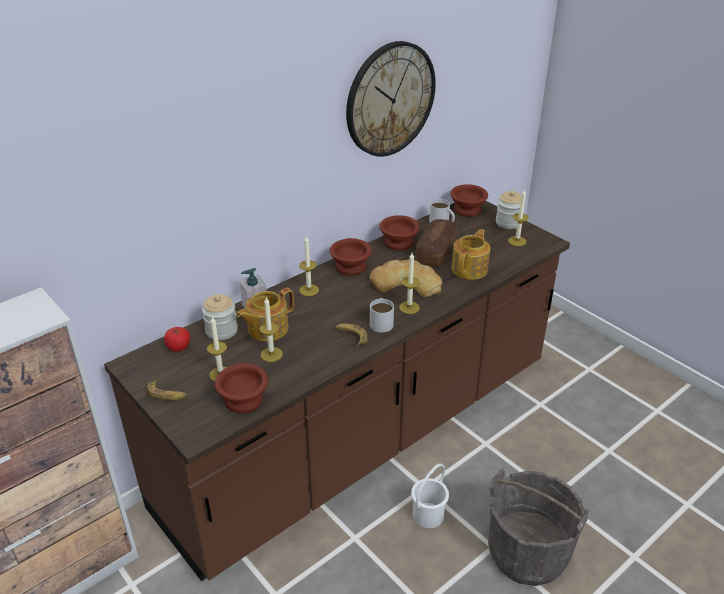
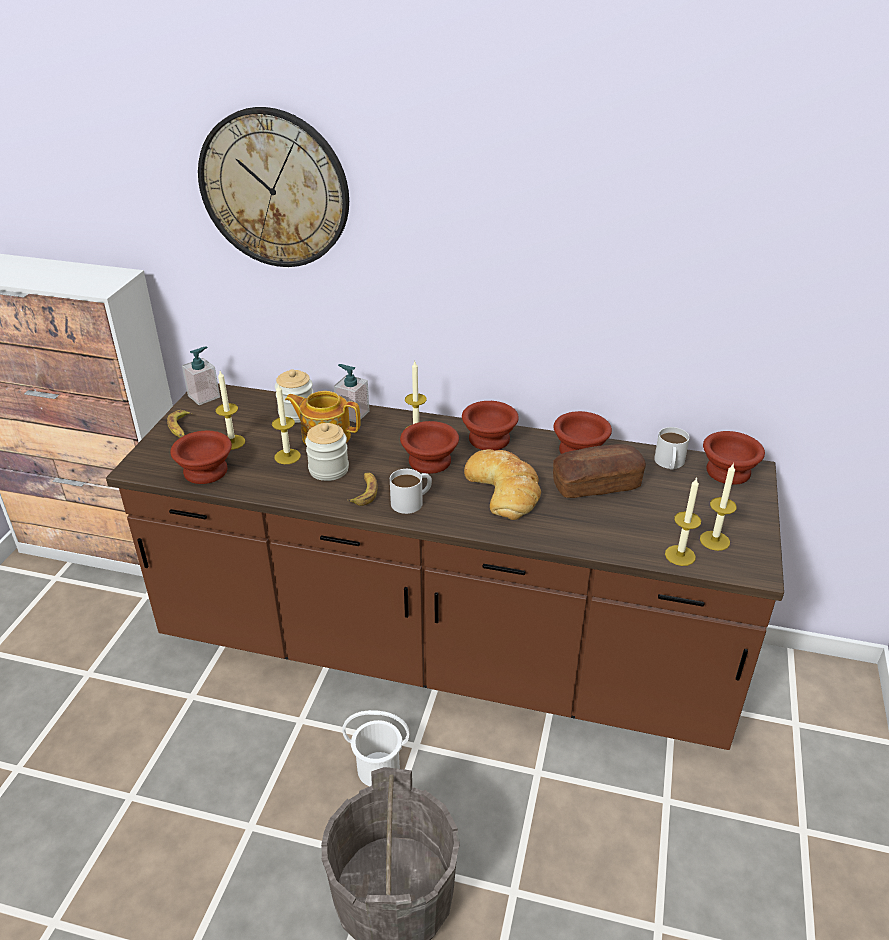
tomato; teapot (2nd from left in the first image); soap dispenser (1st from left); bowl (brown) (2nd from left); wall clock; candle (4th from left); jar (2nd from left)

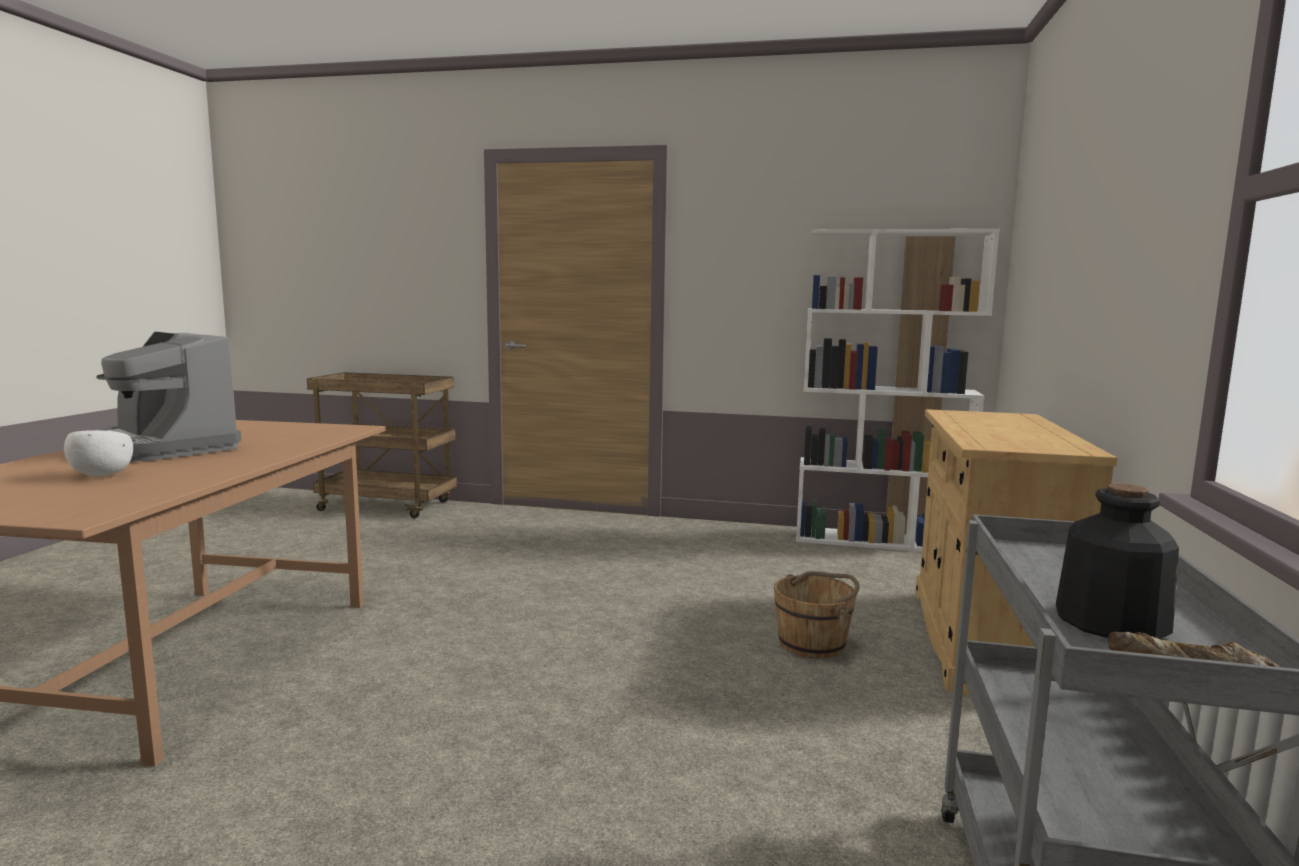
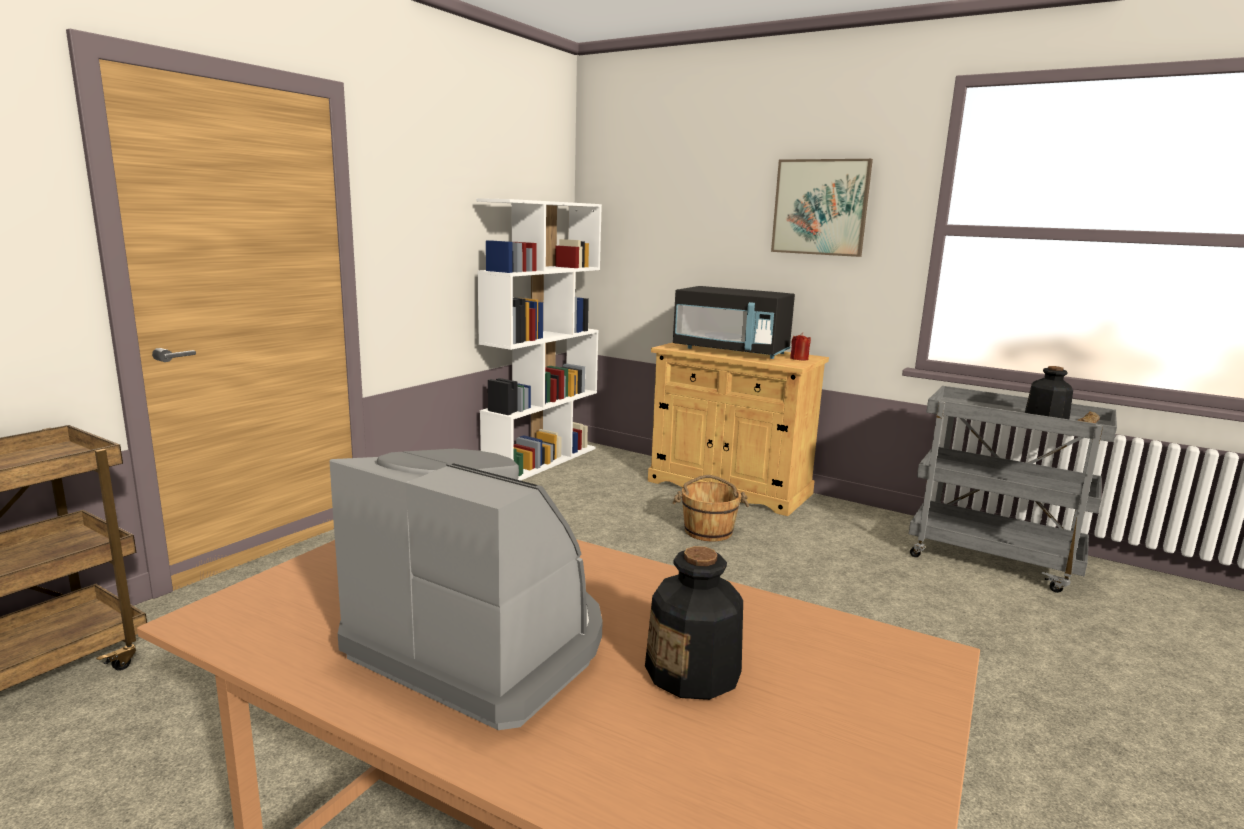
microwave (black); picture; candle (red); bottle (1st from left); coffee machine

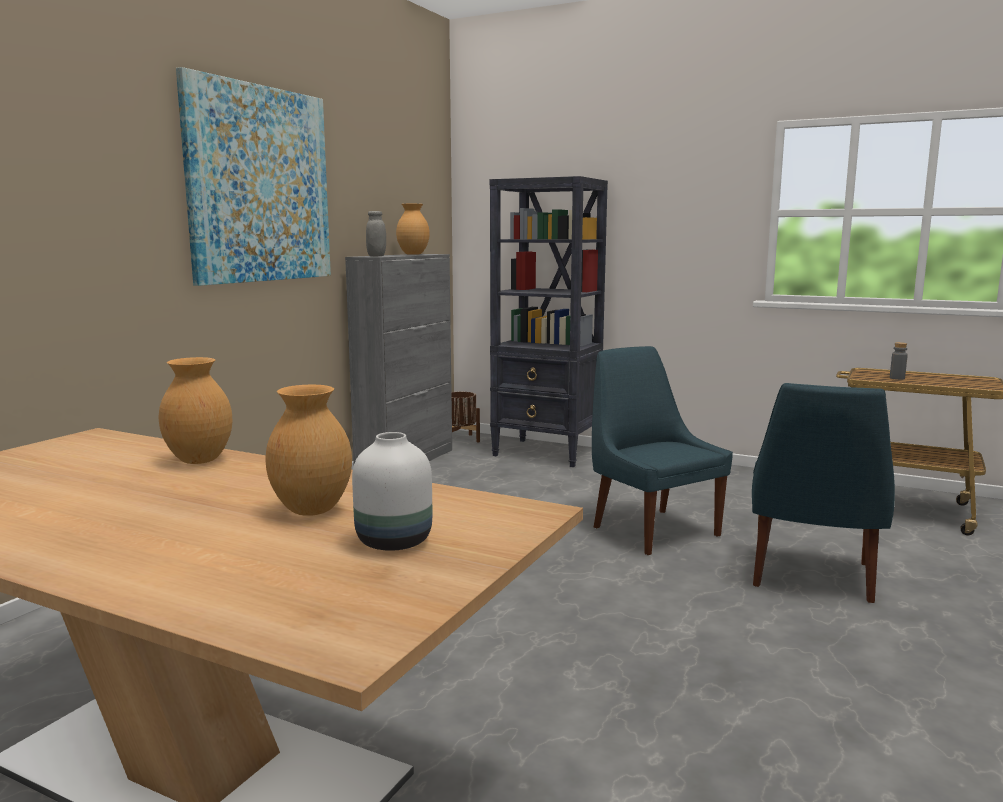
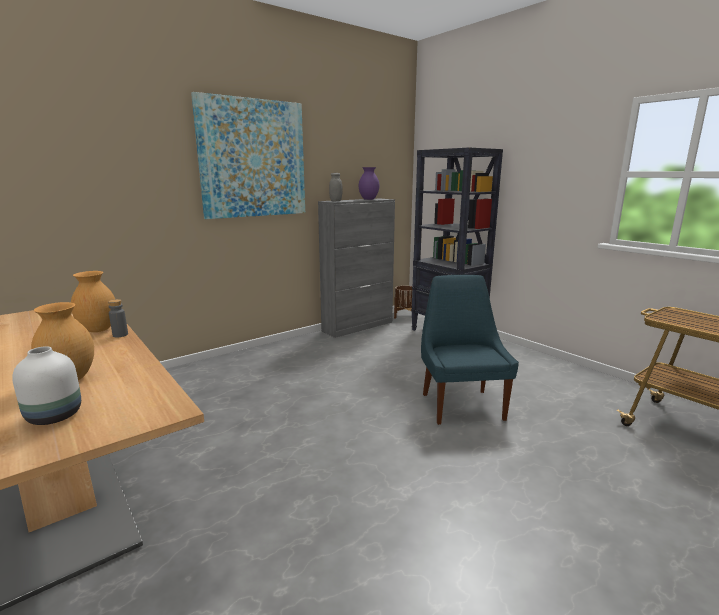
chair (blue) (2nd from left in the first image); bottle (grey); vase (purple)

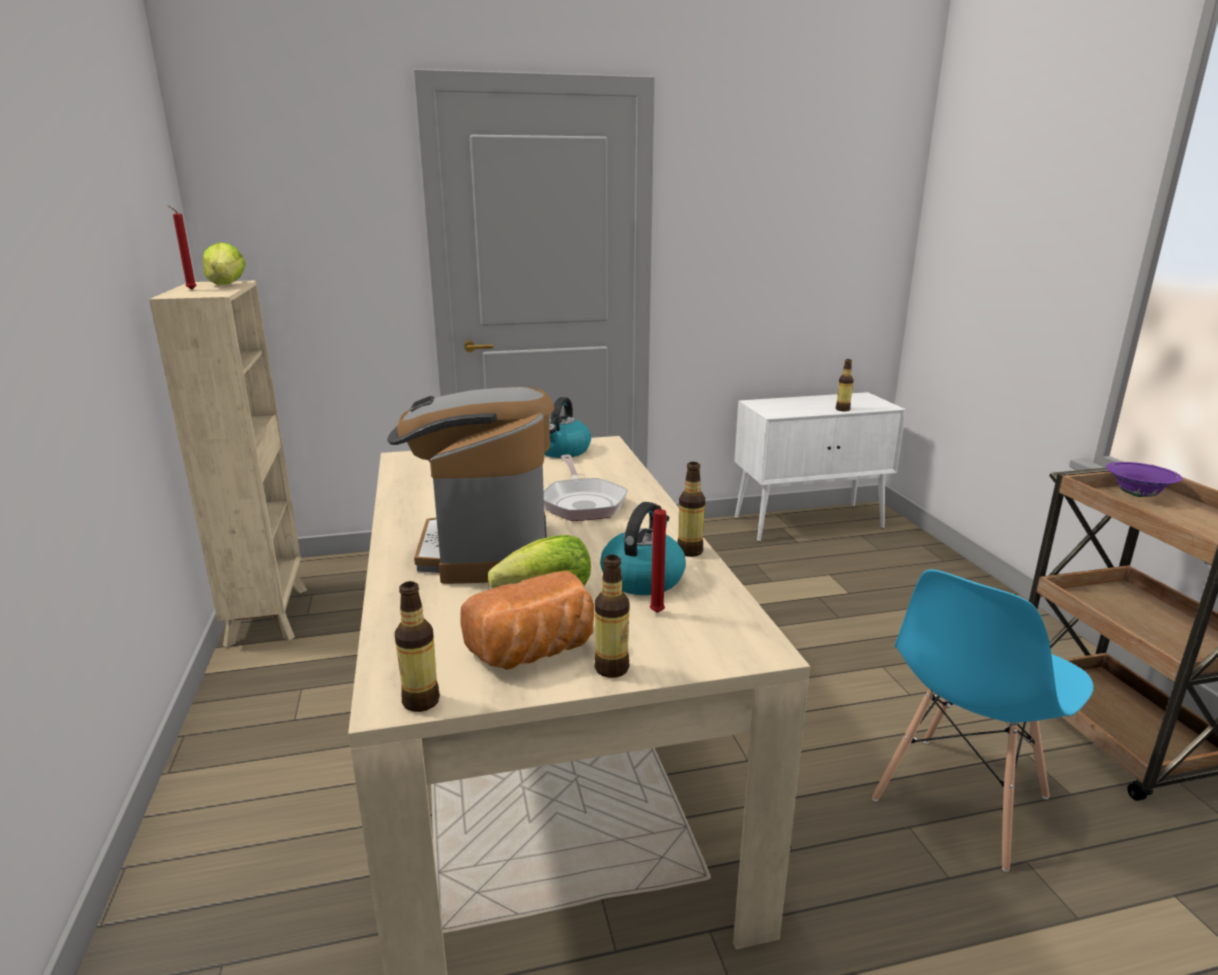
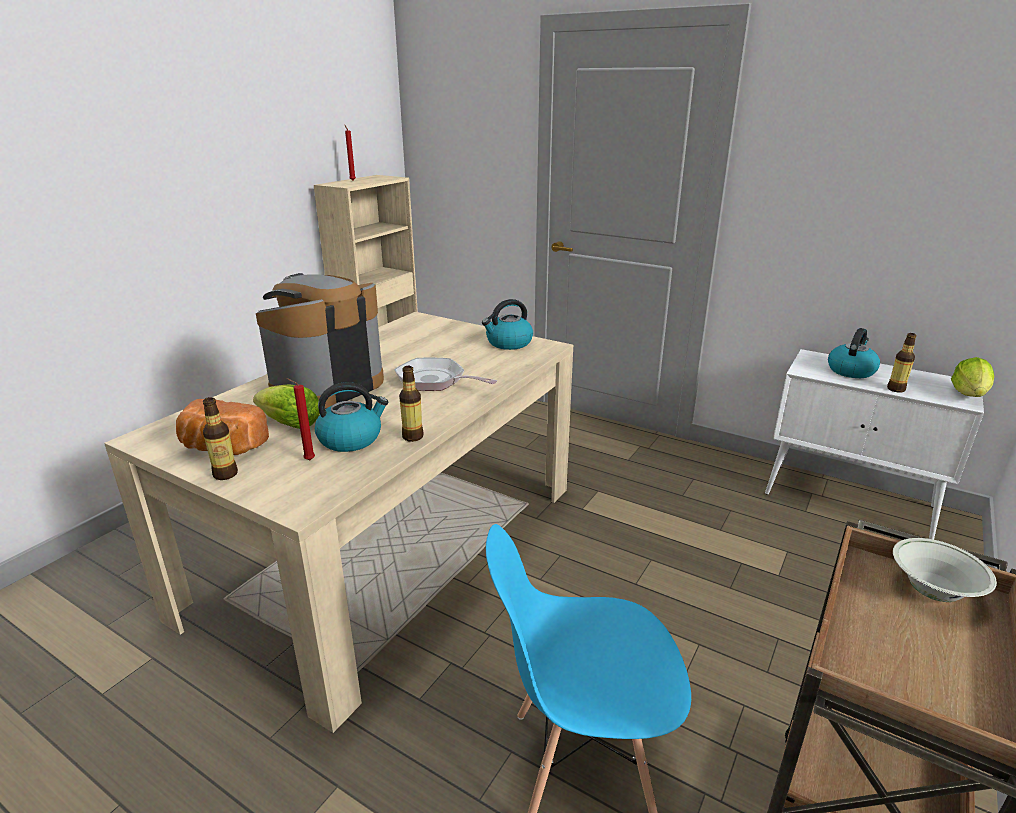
bottle (1st from left in the first image); kettle (3rd from left); lettuce (2nd from left); bowl (white); frying pan

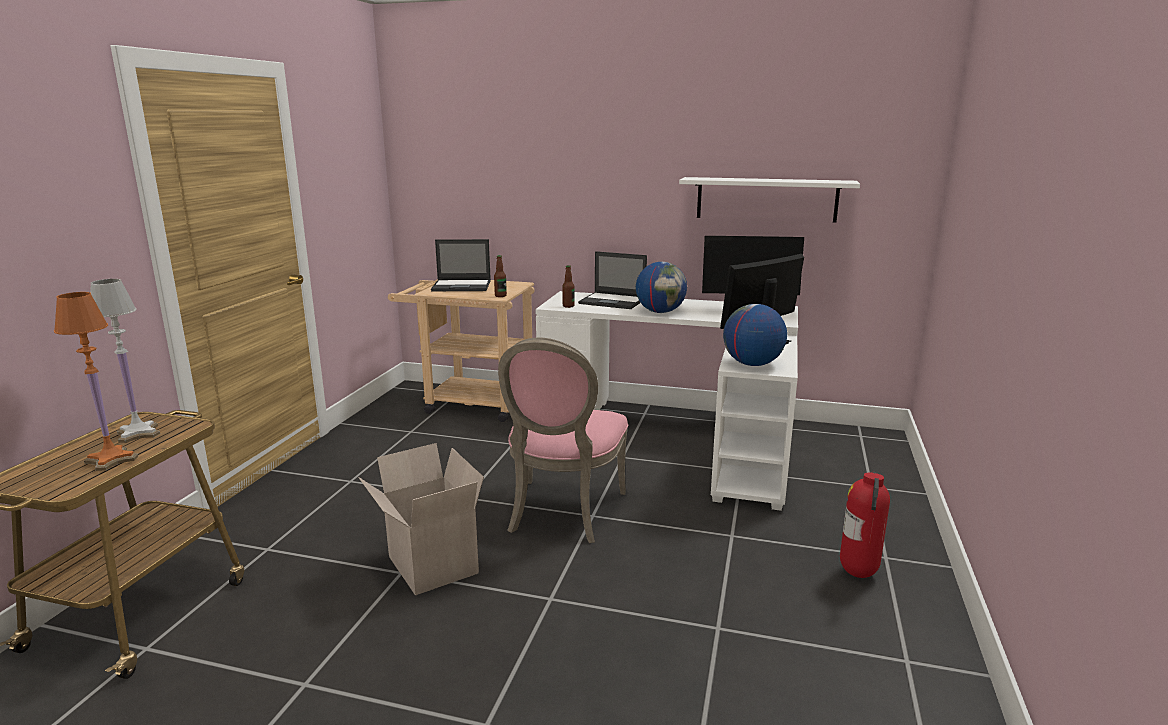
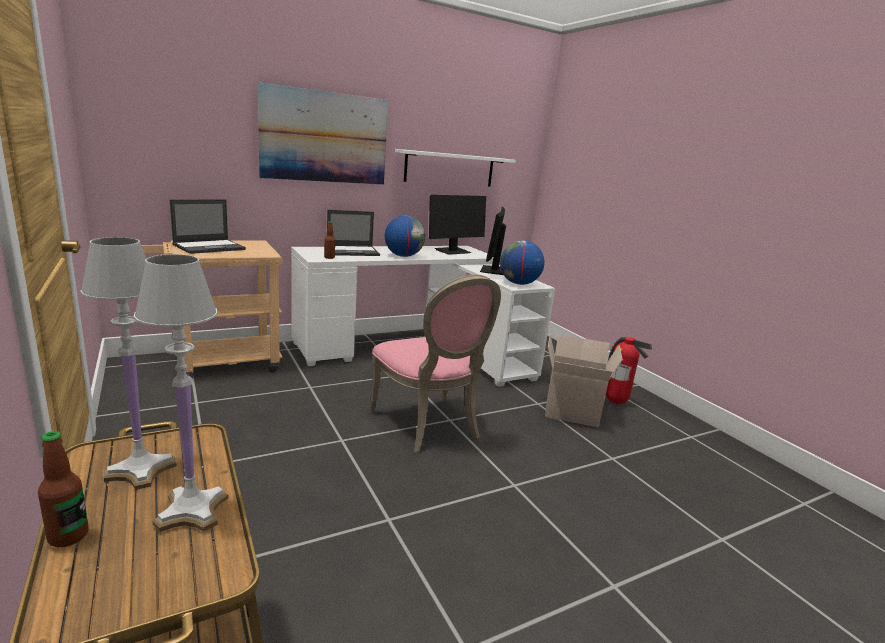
picture; cardboard box; bottle (1st from left); table lamp (white) (2nd from left)

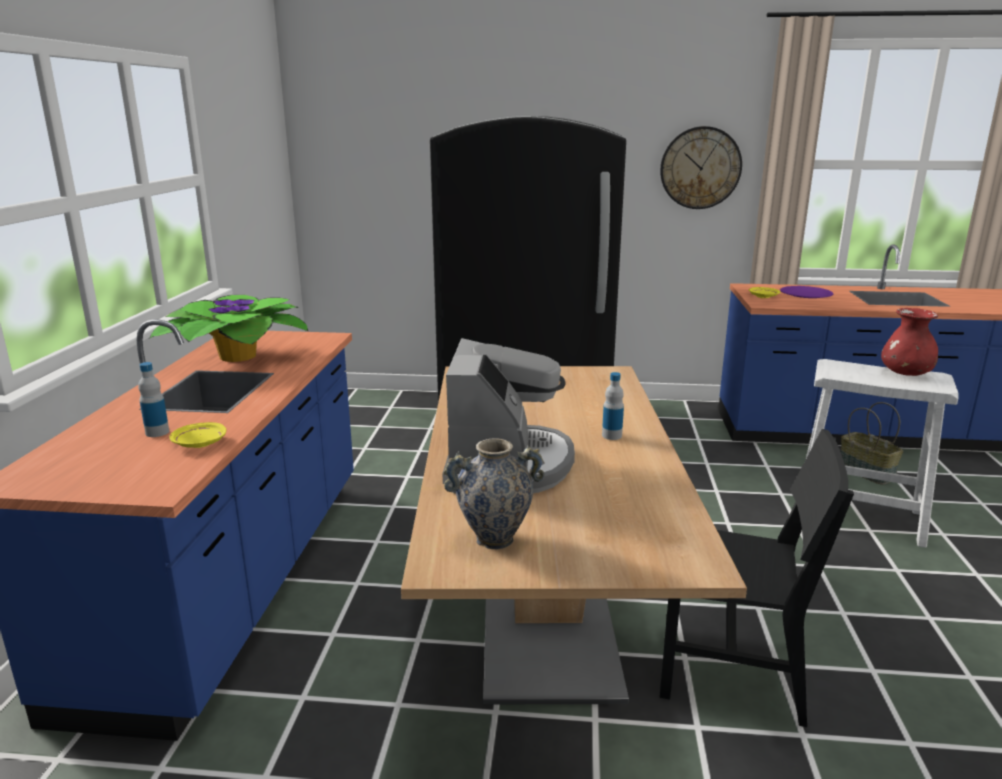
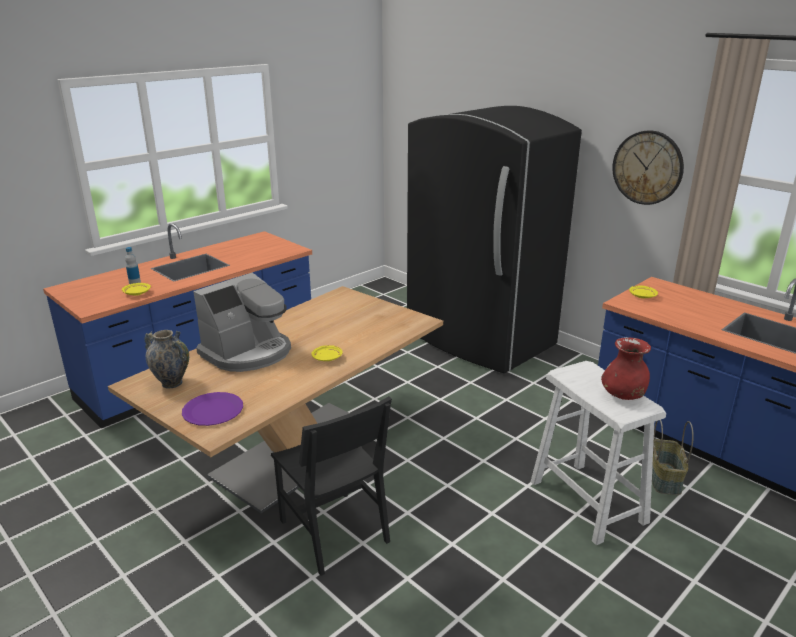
potted plant; plate (purple); plate (yellow) (2nd from left)

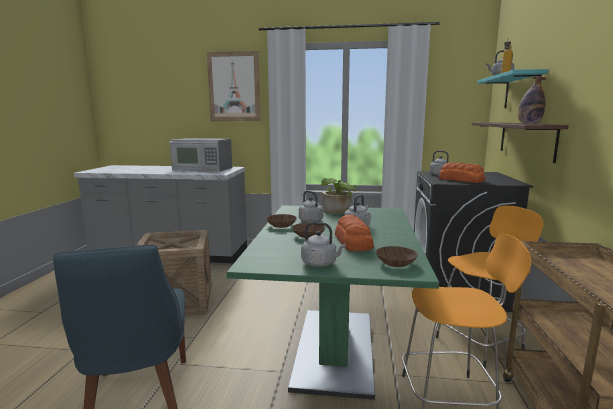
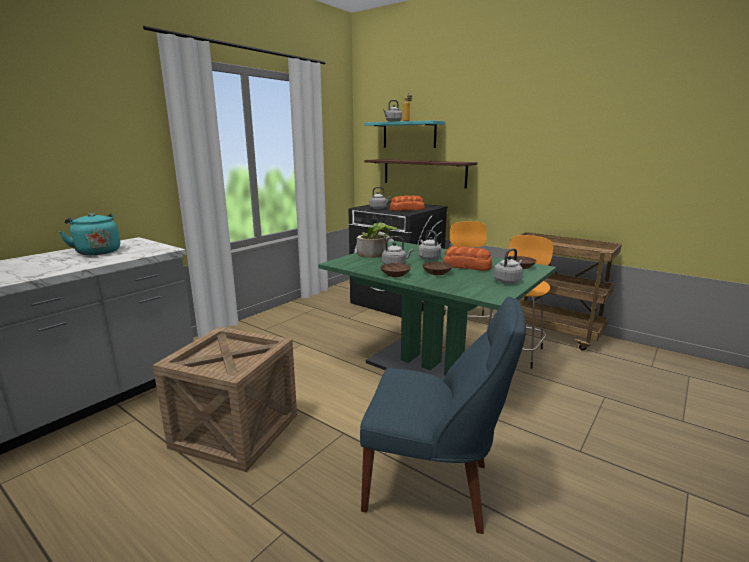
picture; bottle (2nd from left in the first image); kettle (turquoise)

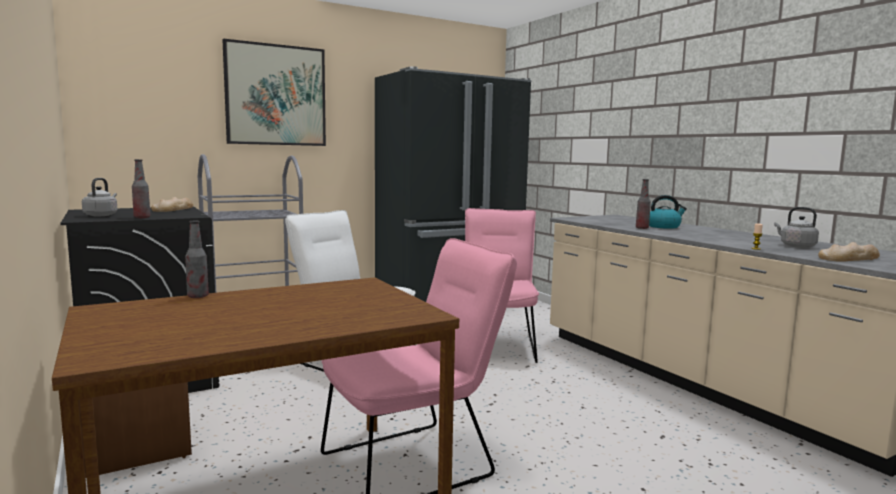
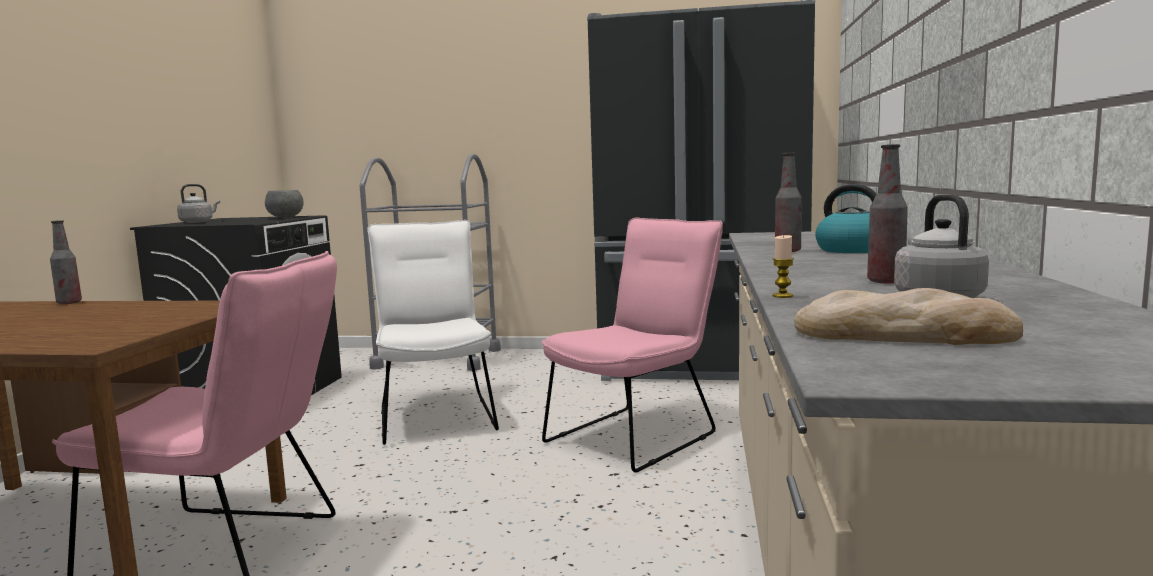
picture; bottle (3rd from left); bowl (grey)

